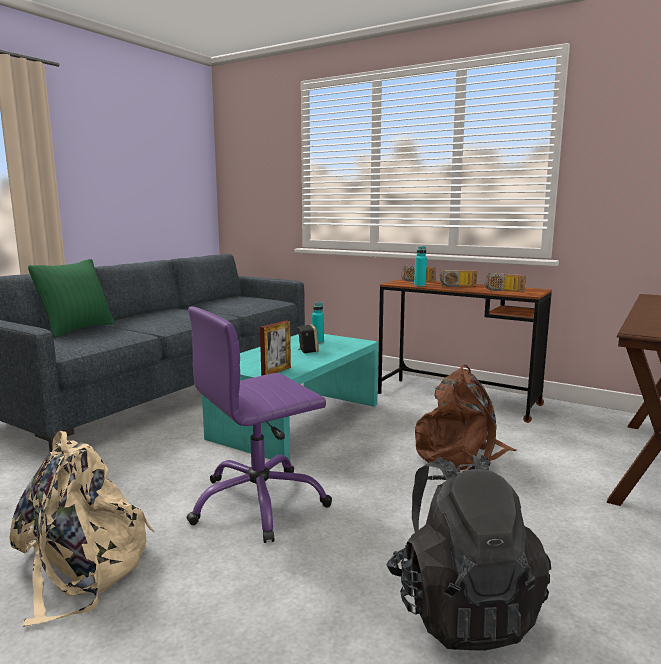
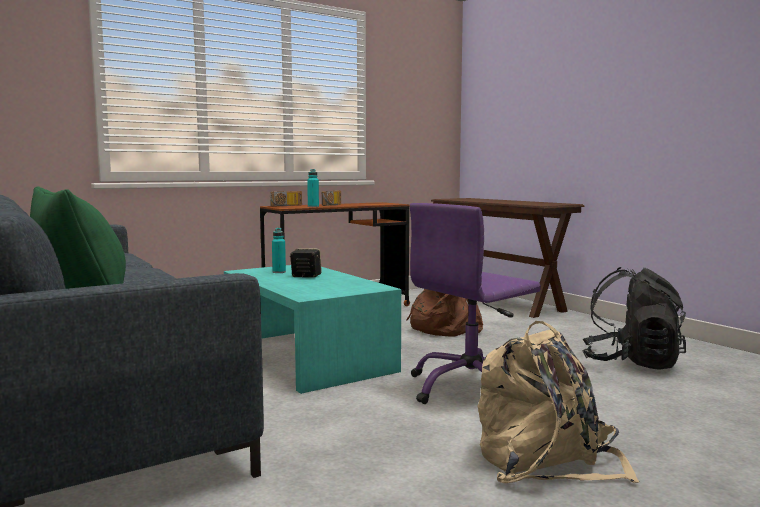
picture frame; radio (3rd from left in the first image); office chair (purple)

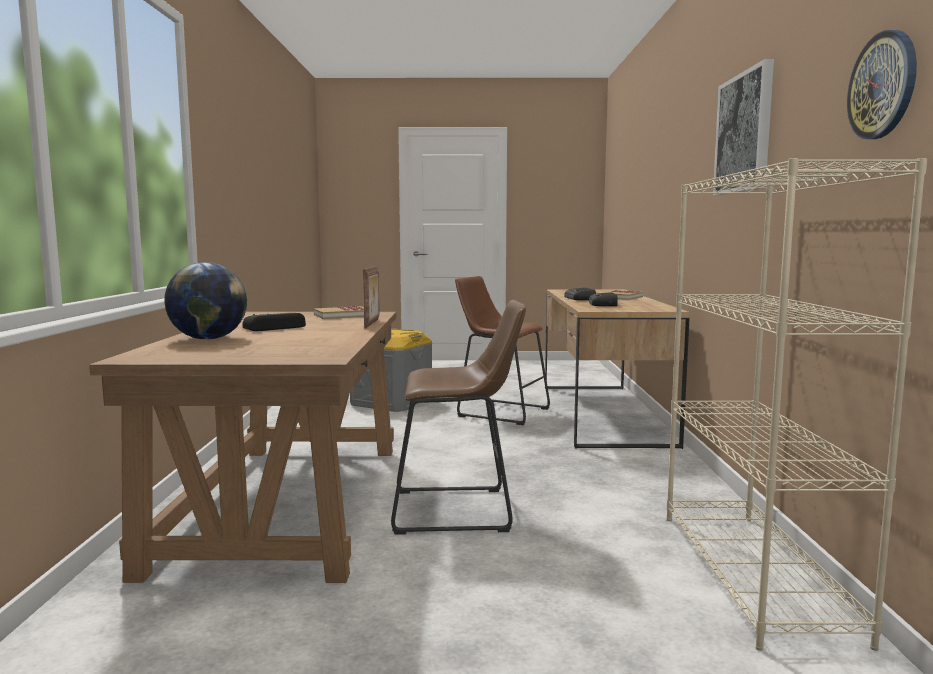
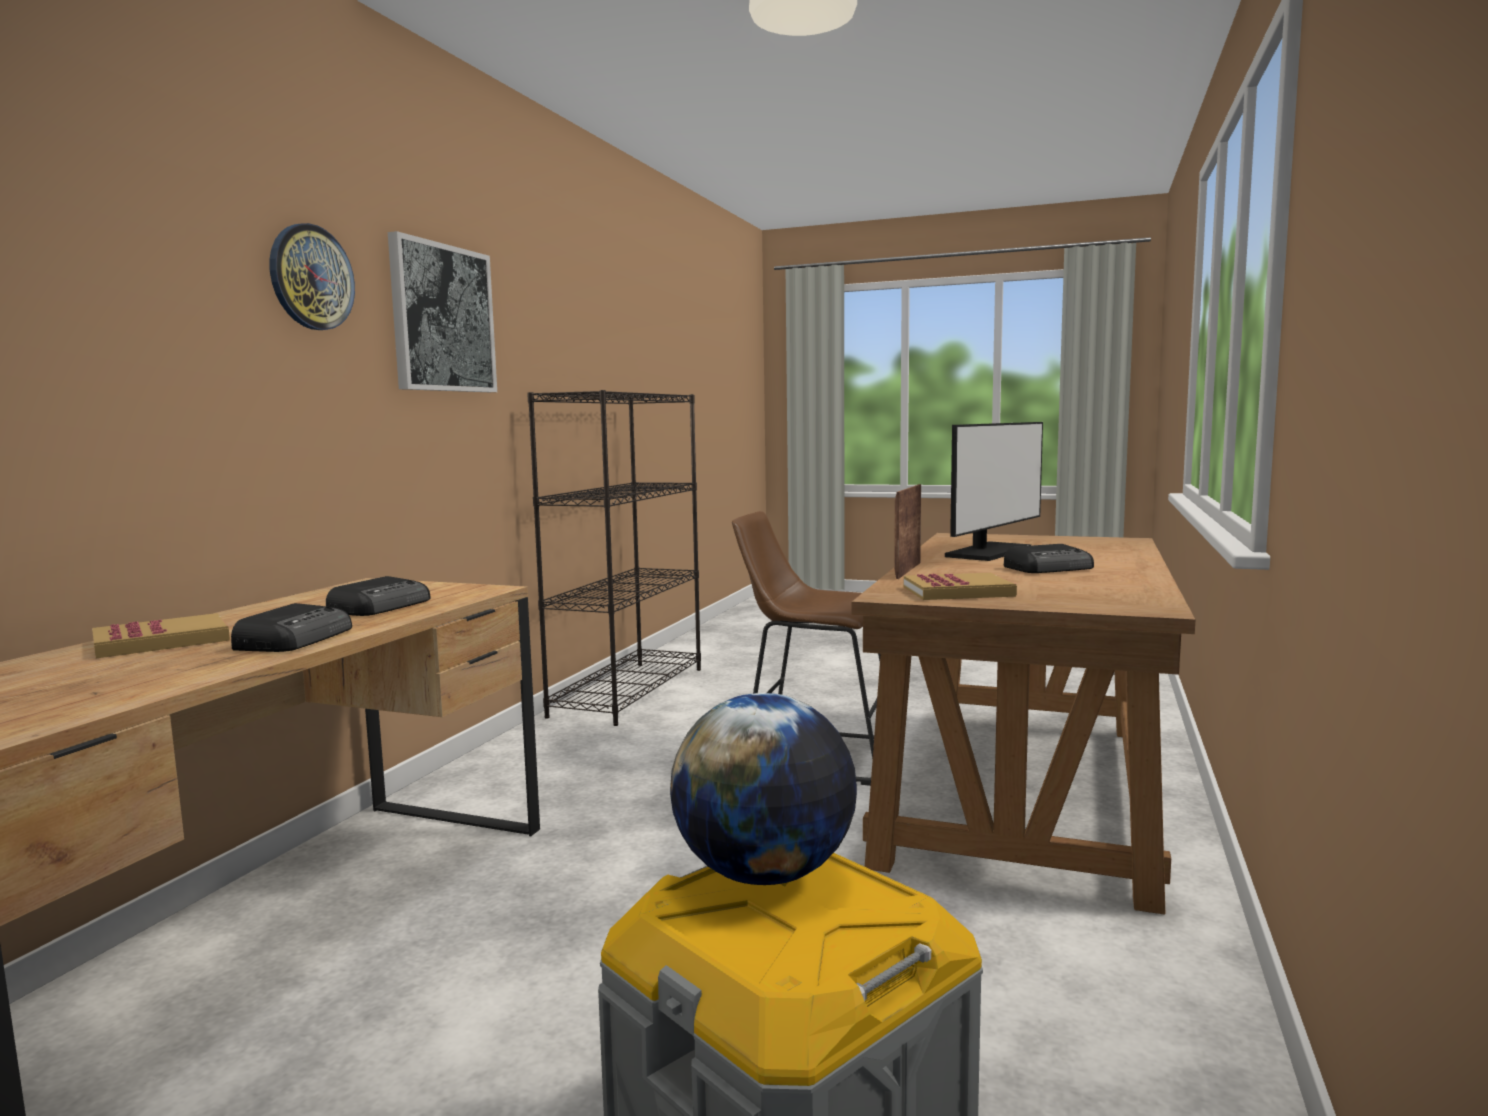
stool (brown) (2nd from left in the first image); monitor; globe; wall clock; bookcase (black)

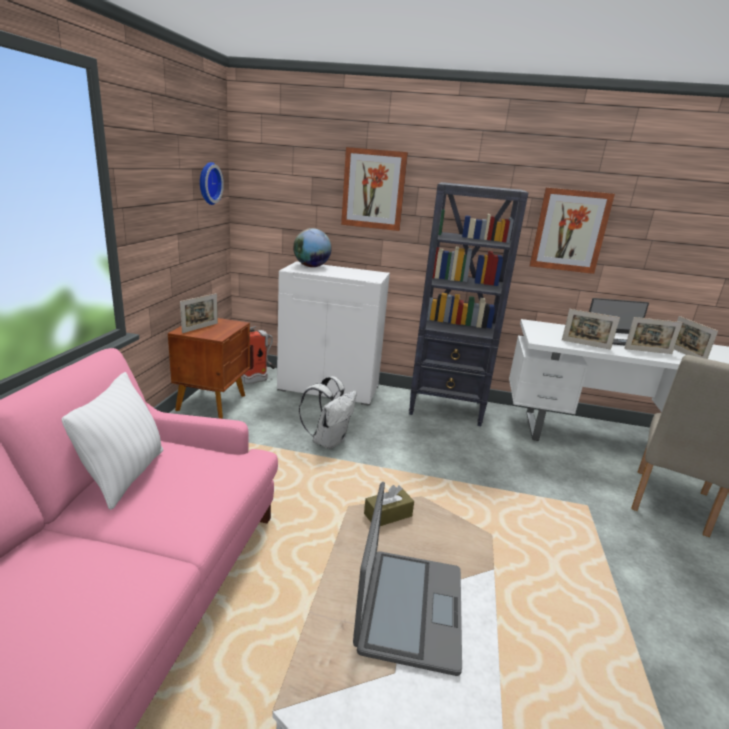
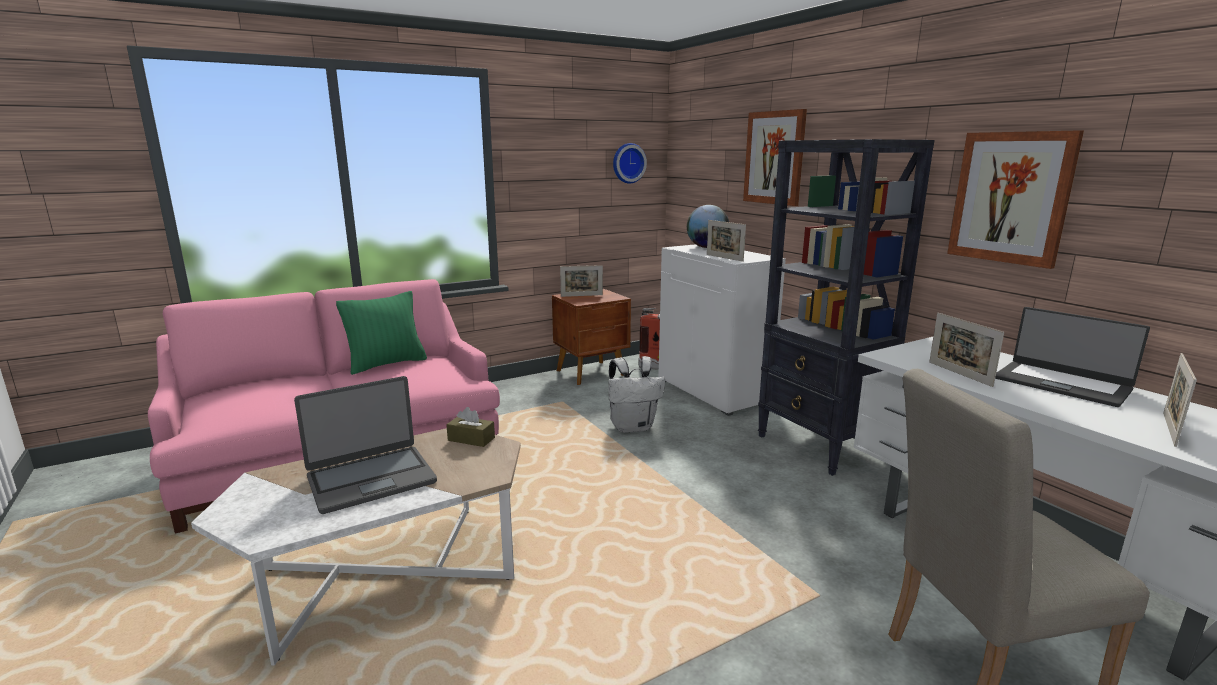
picture frame (2nd from left); pillow (green)

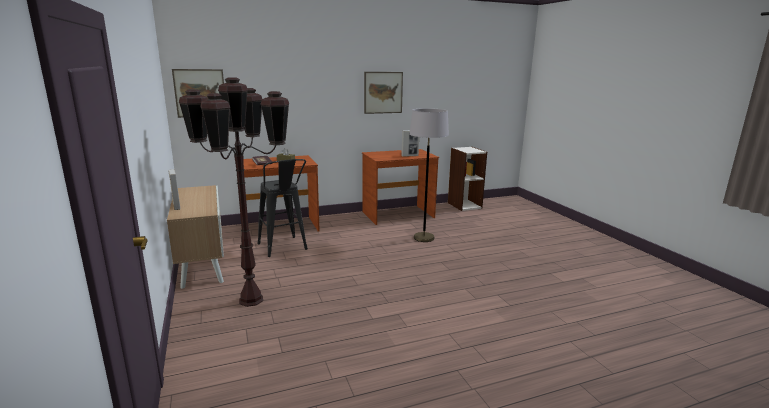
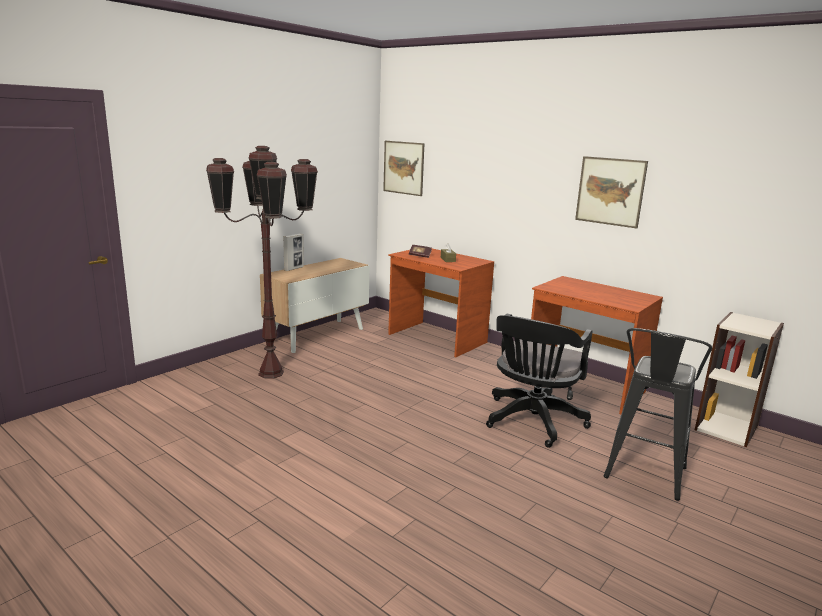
picture frame (2nd from left in the first image); stool (black); office chair (black)

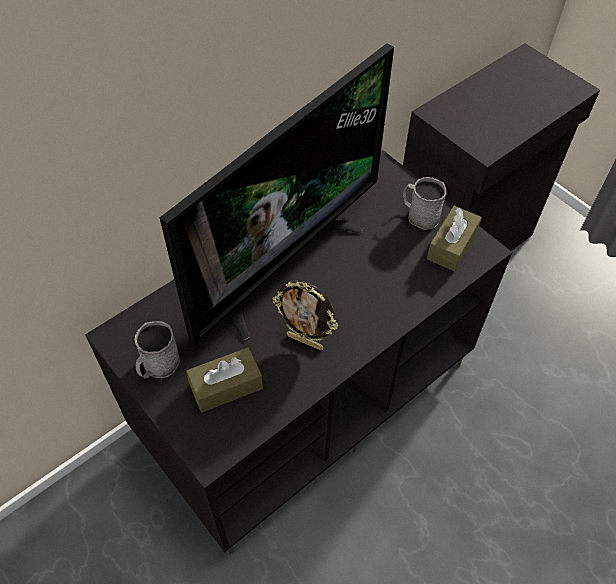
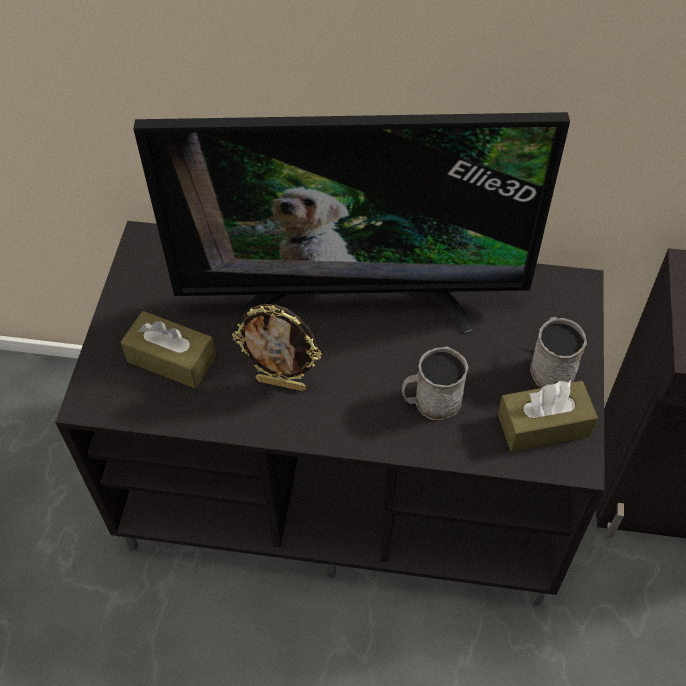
mug (grey) (1st from left); picture frame

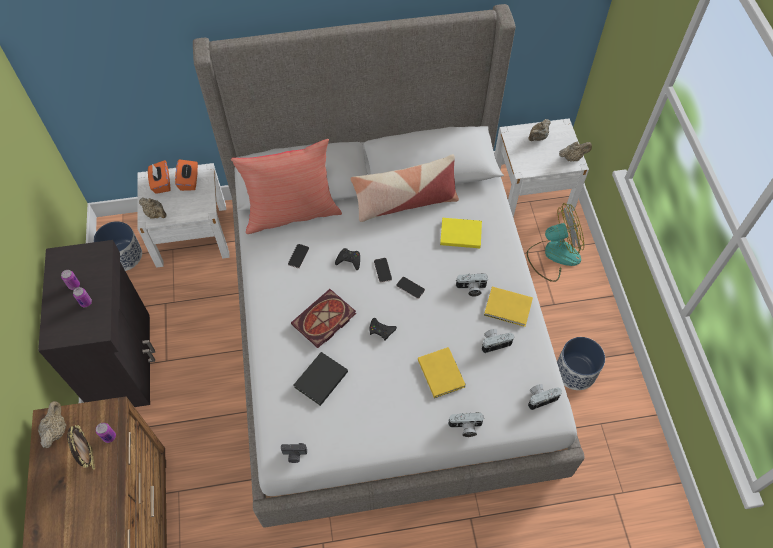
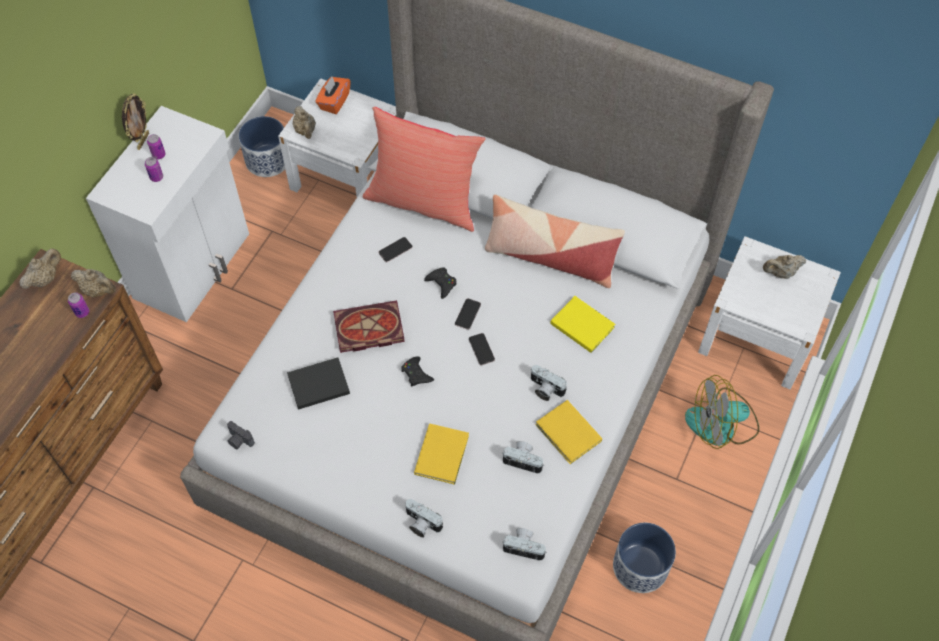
tissue box (orange) (2nd from left in the first image); picture frame; teapot (beige) (2nd from left); cabinet (white); fan

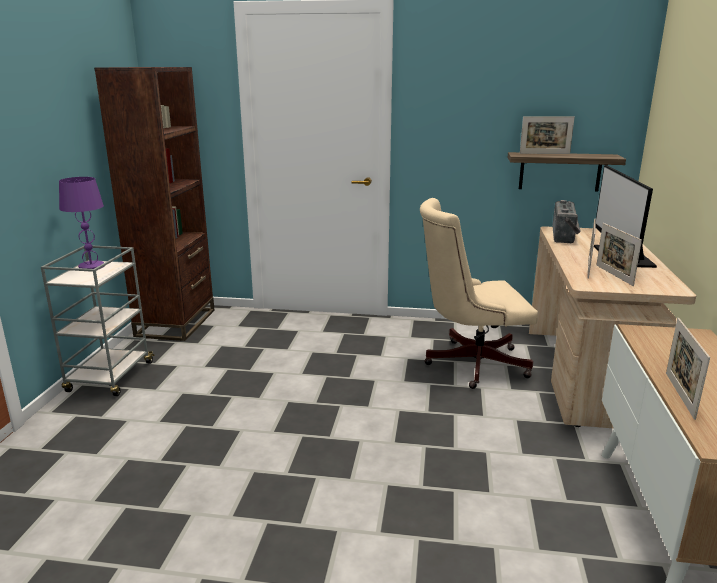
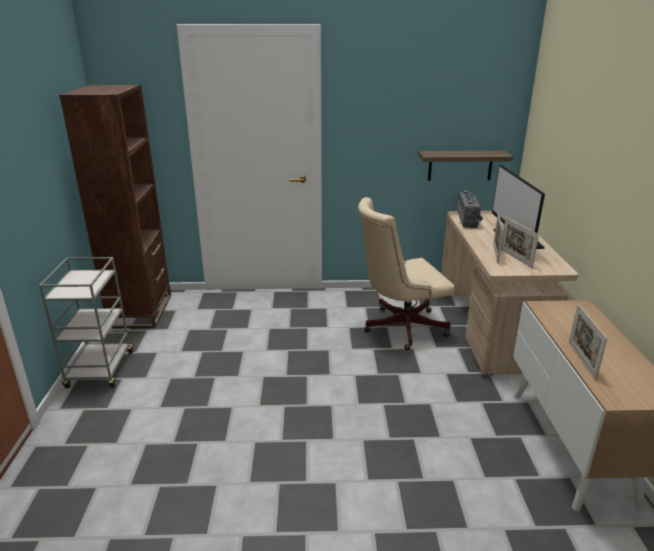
table lamp (purple); picture frame (1st from left in the first image)

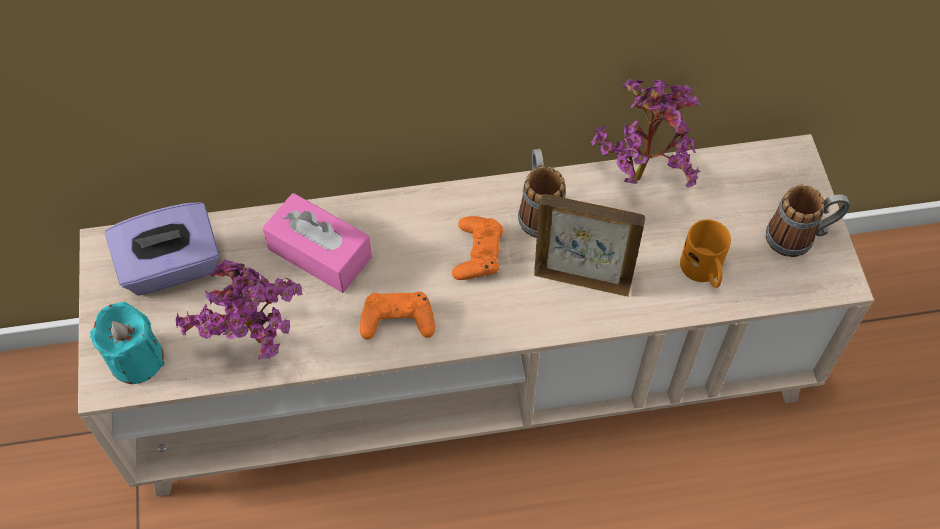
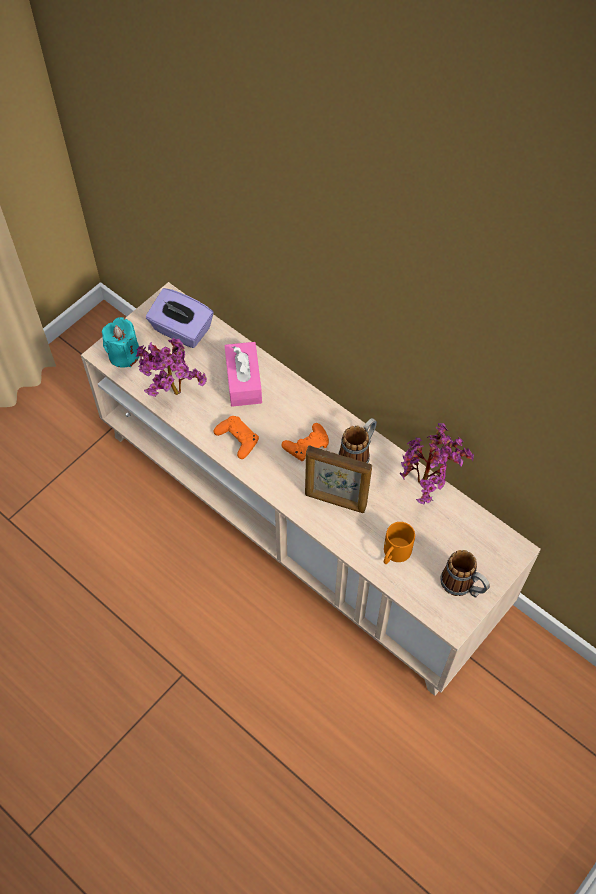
picture frame

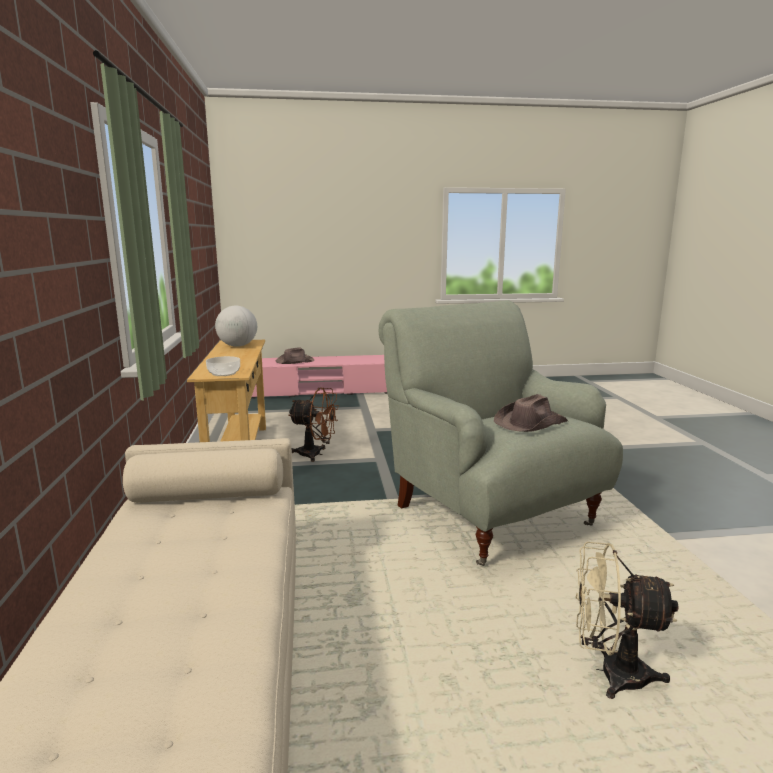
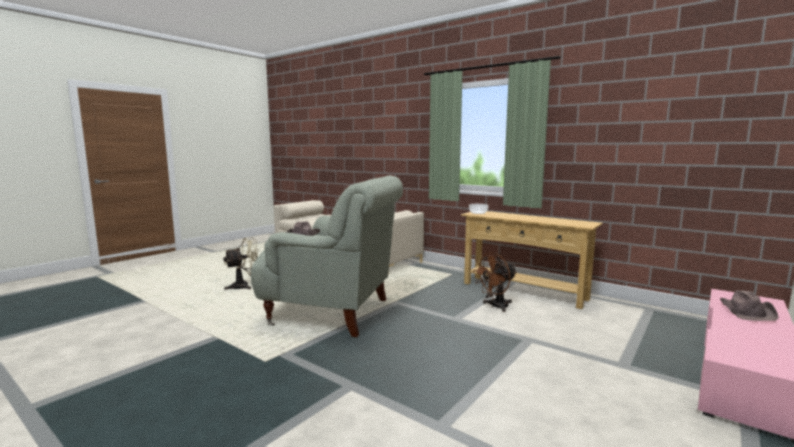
globe

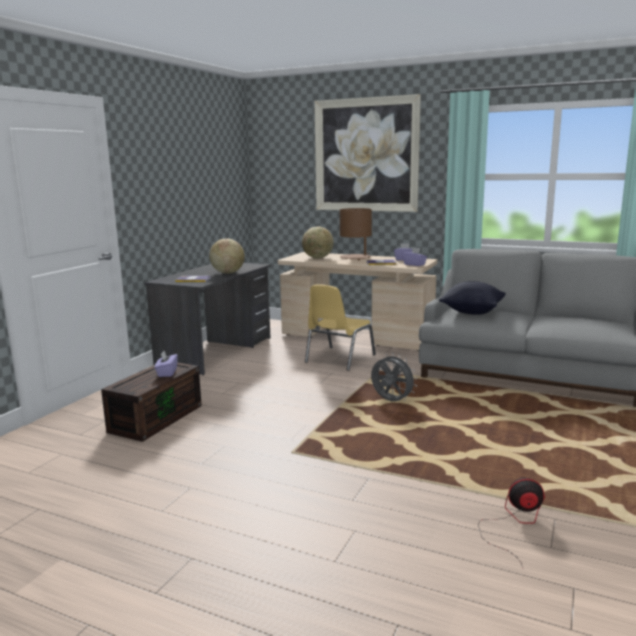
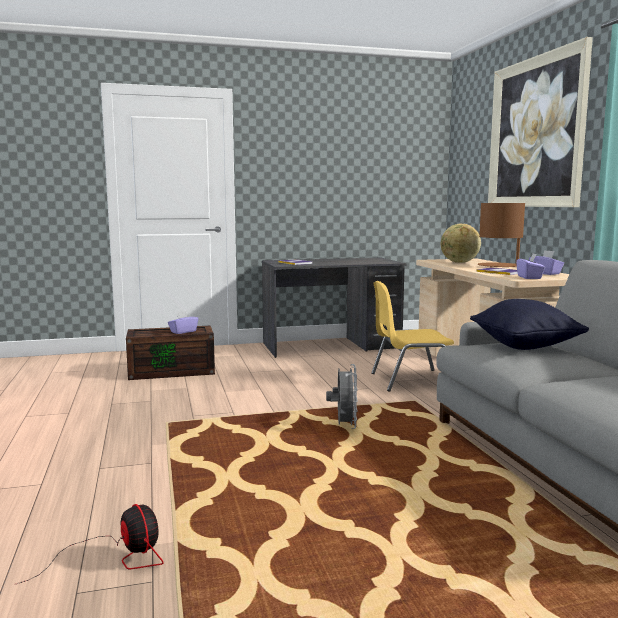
globe (1st from left in the first image)

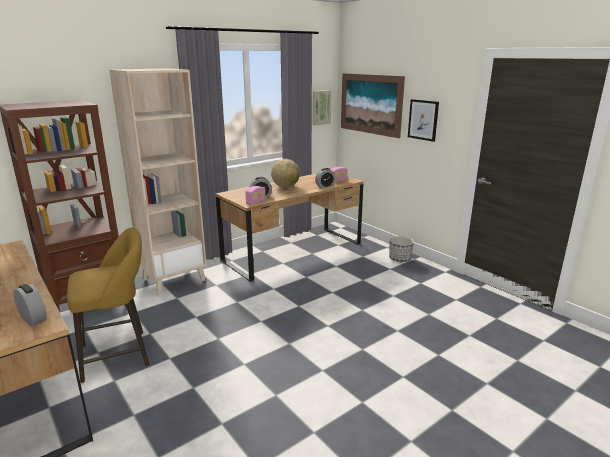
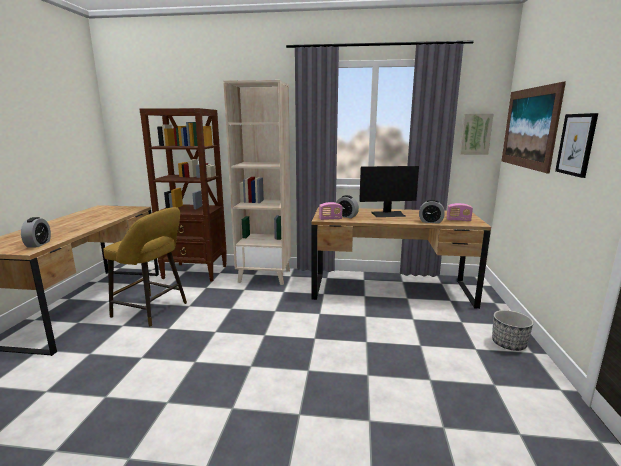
monitor

